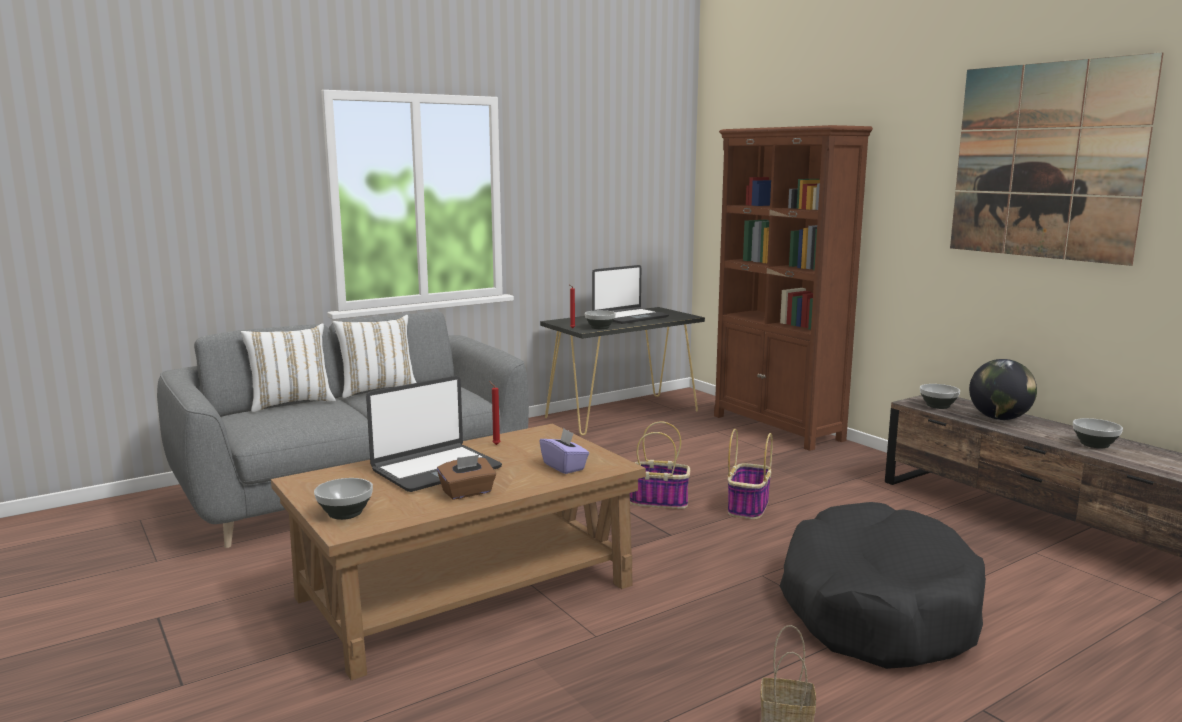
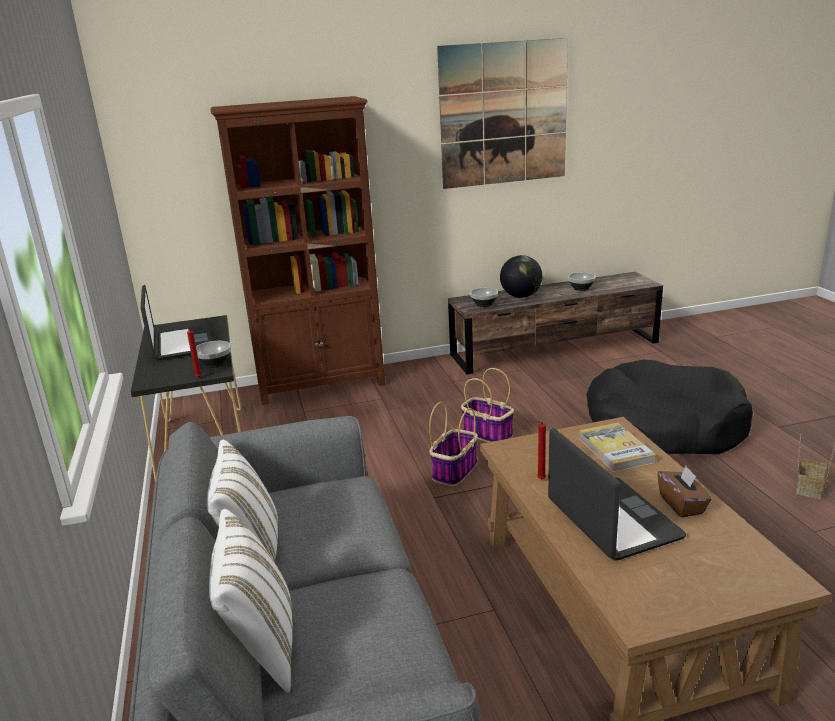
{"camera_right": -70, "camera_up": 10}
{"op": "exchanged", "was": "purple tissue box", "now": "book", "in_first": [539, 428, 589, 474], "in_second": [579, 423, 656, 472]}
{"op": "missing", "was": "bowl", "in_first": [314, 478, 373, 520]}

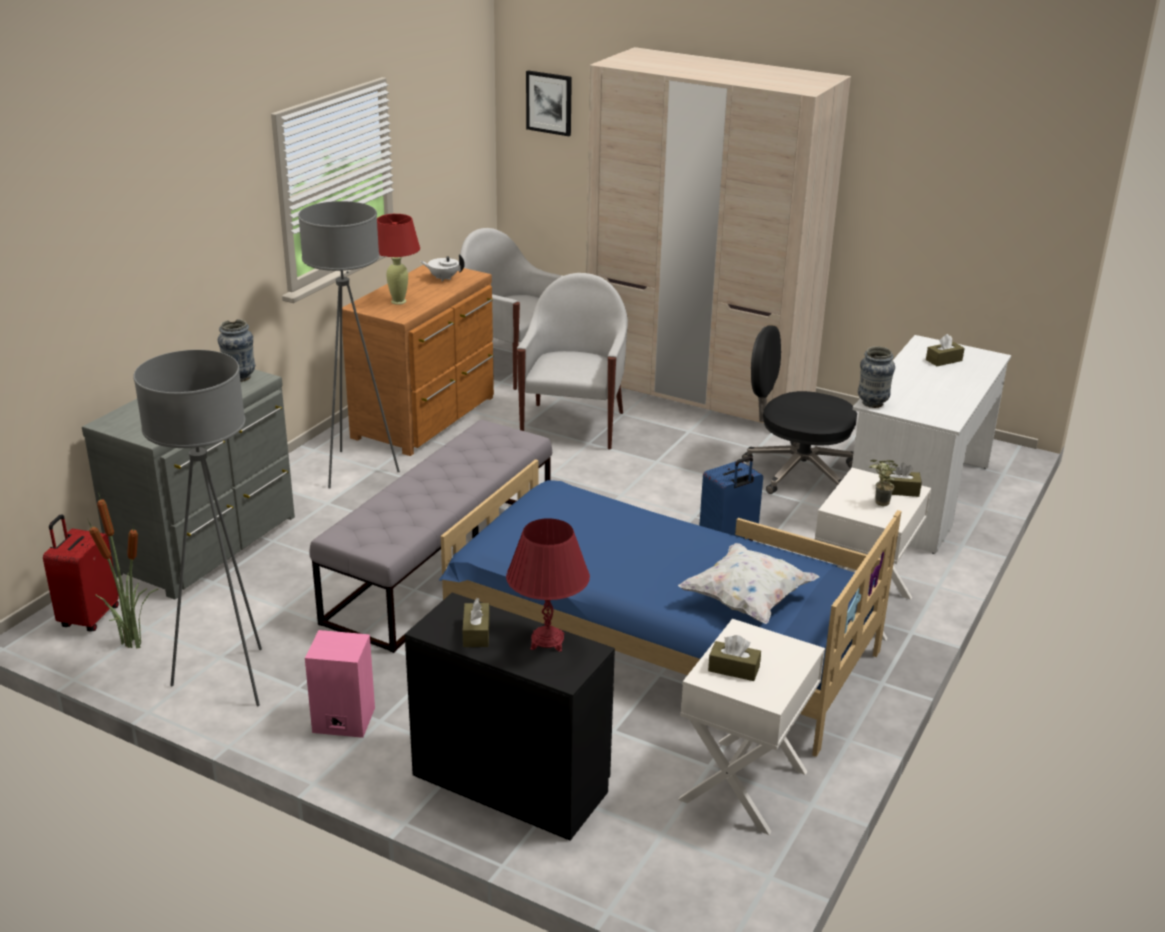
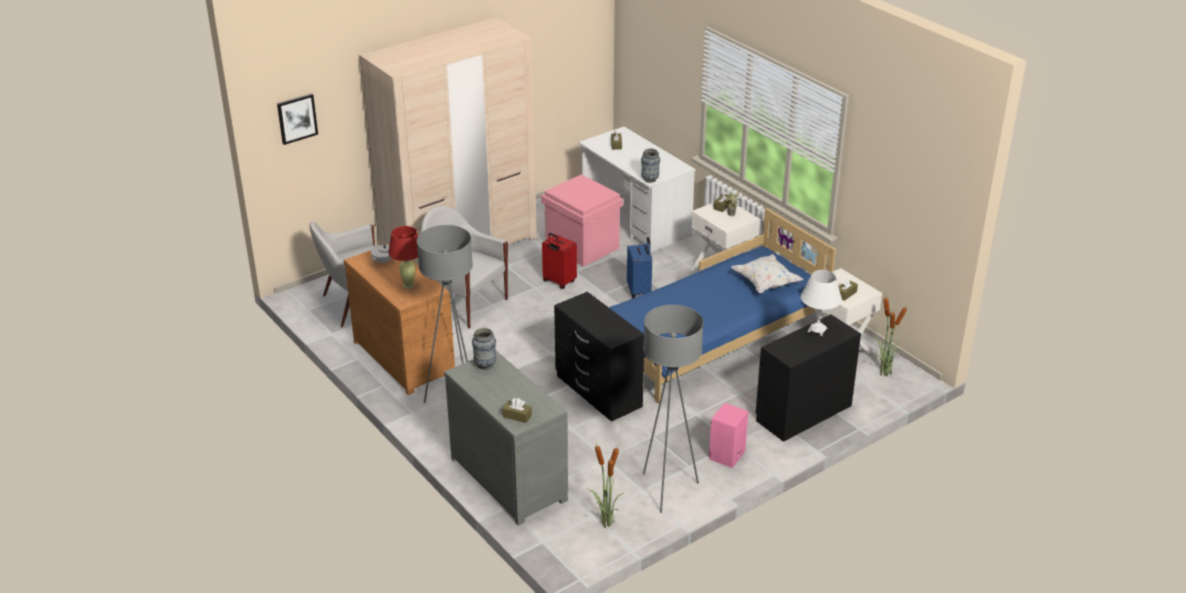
{"camera_right": -65, "camera_up": 5}
{"op": "relocated", "was": "brown tissue box", "in_first": [463, 598, 490, 647], "in_second": [502, 398, 532, 423]}
{"op": "exchanged", "was": "black office chair", "now": "pink storage box", "in_first": [742, 325, 857, 494], "in_second": [541, 174, 623, 267]}
{"op": "relocated", "was": "red suitcase", "in_first": [43, 514, 119, 631], "in_second": [542, 233, 577, 289]}
{"op": "exchanged", "was": "grey bench", "now": "black dresser", "in_first": [310, 420, 552, 653], "in_second": [554, 292, 644, 422]}
{"op": "colour", "was": "red table lamp", "now": "white table lamp", "in_first": [506, 518, 590, 652], "in_second": [801, 270, 842, 336]}
{"op": "appeared", "now": "potted plant", "in_second": [874, 296, 908, 376]}

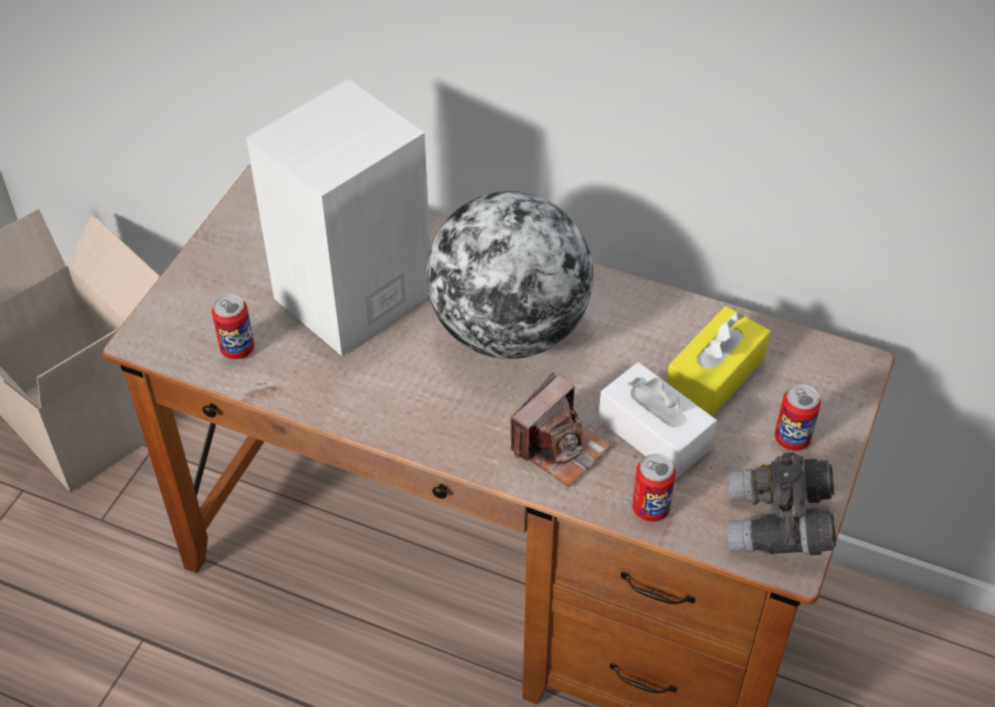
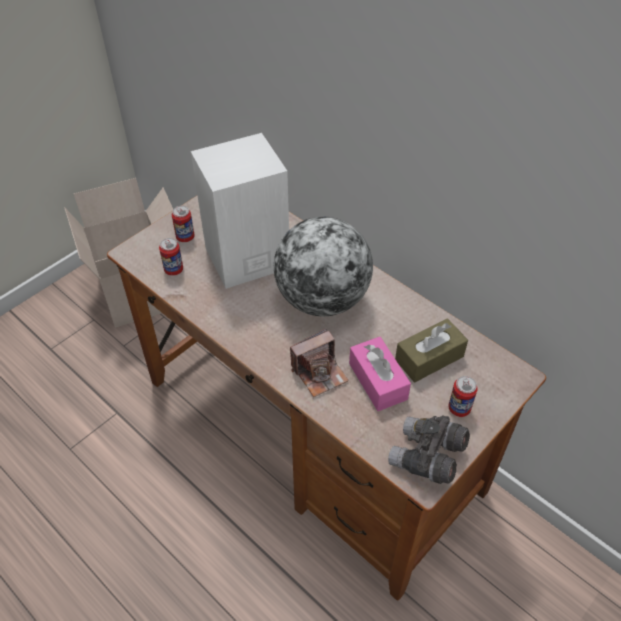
{"camera_right": 20, "camera_up": 0}
{"op": "relocated", "was": "can", "in_first": [632, 454, 676, 522], "in_second": [172, 206, 195, 242]}
{"op": "colour", "was": "white tissue box", "now": "pink tissue box", "in_first": [598, 362, 717, 479], "in_second": [349, 337, 411, 411]}
{"op": "colour", "was": "yellow tissue box", "now": "brown tissue box", "in_first": [666, 306, 771, 417], "in_second": [395, 318, 468, 382]}

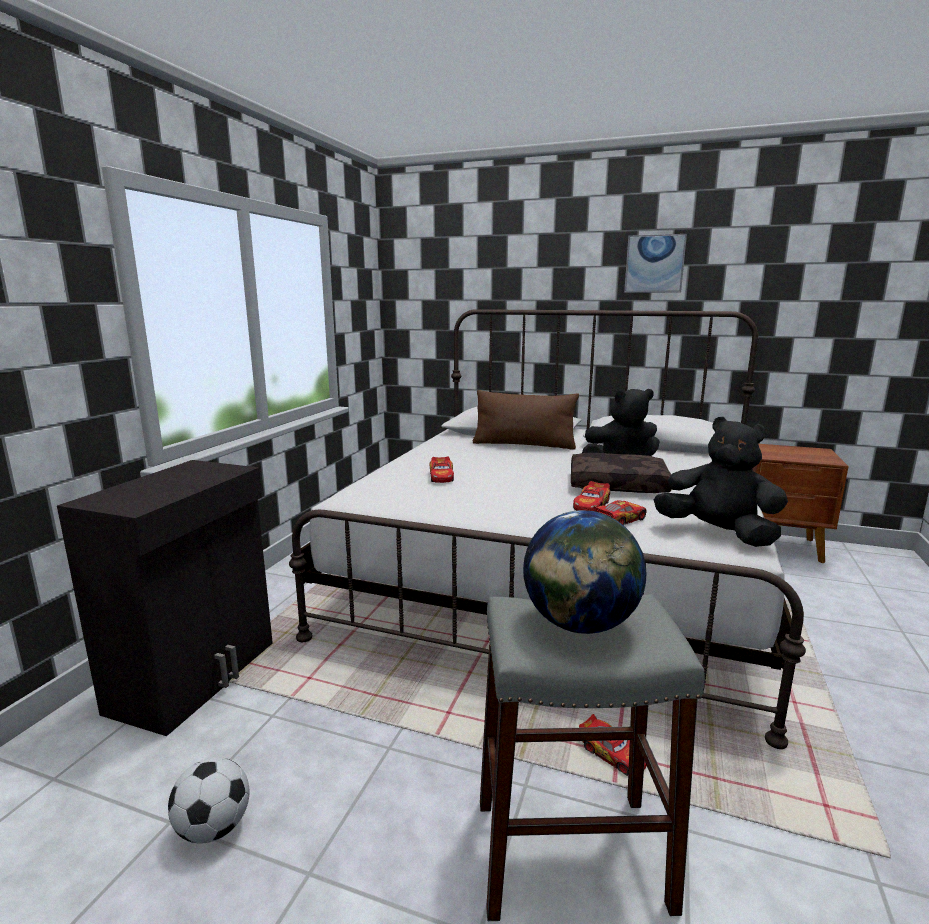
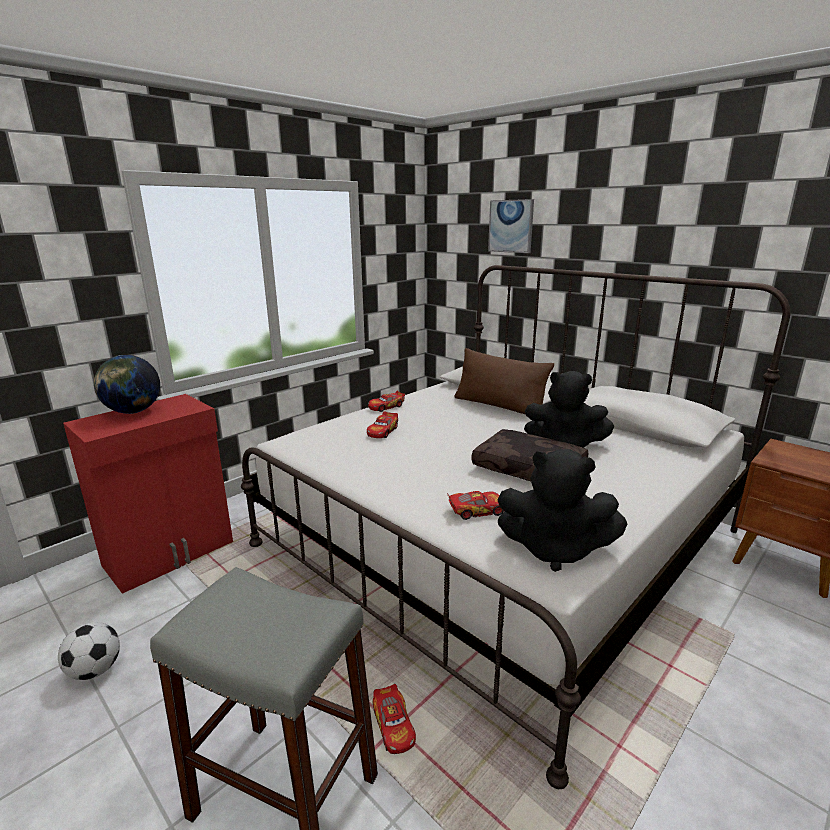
{"camera_right": 25, "camera_up": 5}
{"op": "colour", "was": "black cabinet", "now": "red cabinet", "in_first": [57, 460, 273, 736], "in_second": [63, 394, 233, 594]}
{"op": "relocated", "was": "globe", "in_first": [523, 510, 646, 634], "in_second": [94, 355, 160, 414]}
{"op": "relocated", "was": "toy car", "in_first": [573, 481, 610, 511], "in_second": [368, 391, 405, 412]}
{"op": "relocated", "was": "picture", "in_first": [624, 234, 687, 293], "in_second": [488, 199, 534, 253]}
{"op": "spun", "was": "black plush toy", "in_first": [654, 417, 788, 547], "in_second": [498, 449, 627, 572], "clockwise": 135}

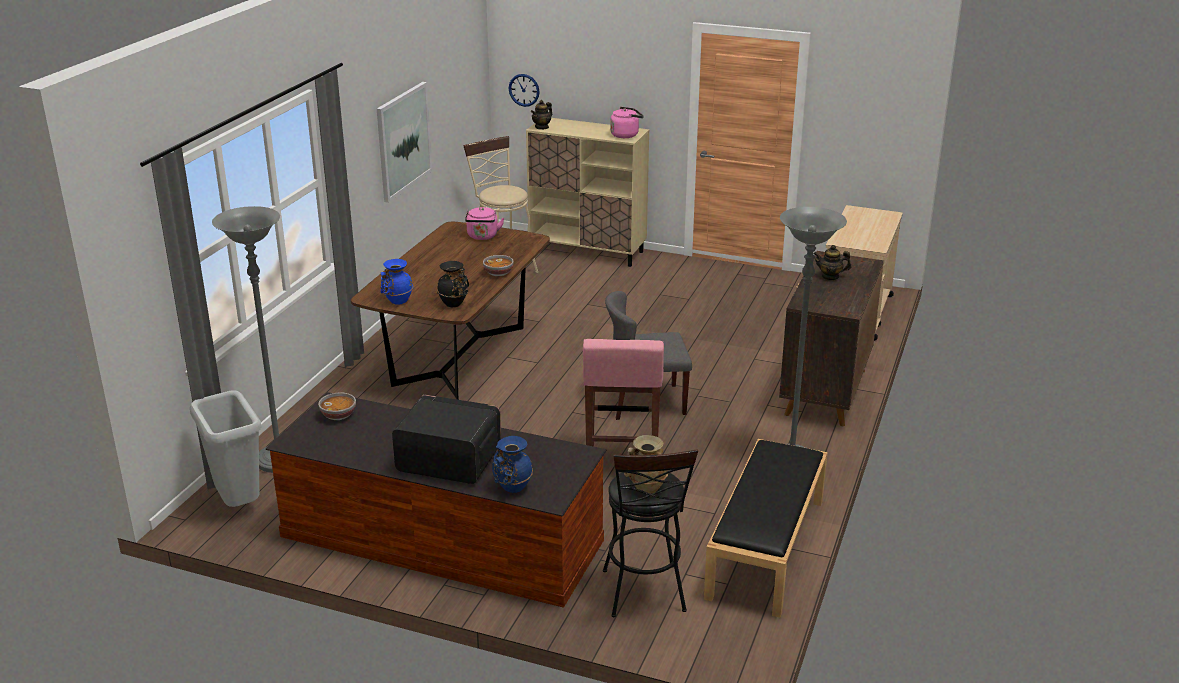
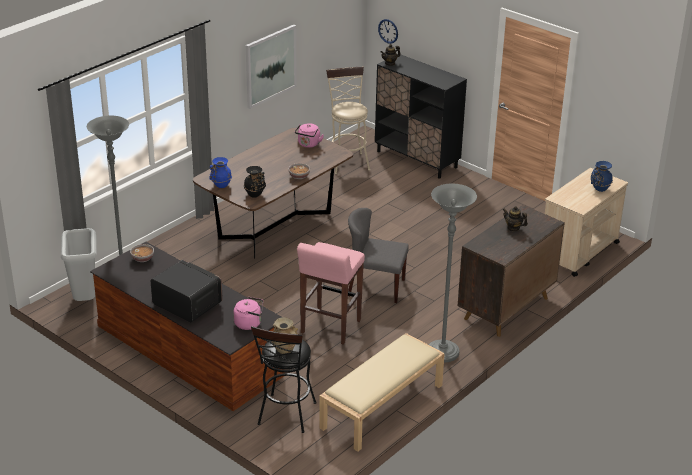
{"camera_right": 20, "camera_up": 5}
{"op": "relocated", "was": "pink kettle", "in_first": [610, 107, 644, 138], "in_second": [234, 297, 263, 330]}
{"op": "colour", "was": "black bench", "now": "beige bench", "in_first": [704, 439, 828, 618], "in_second": [319, 333, 445, 452]}
{"op": "colour", "was": "beige cabinet", "now": "black cabinet", "in_first": [526, 118, 649, 267], "in_second": [375, 55, 467, 179]}
{"op": "relocated", "was": "blue vase", "in_first": [492, 436, 533, 493], "in_second": [591, 161, 613, 192]}

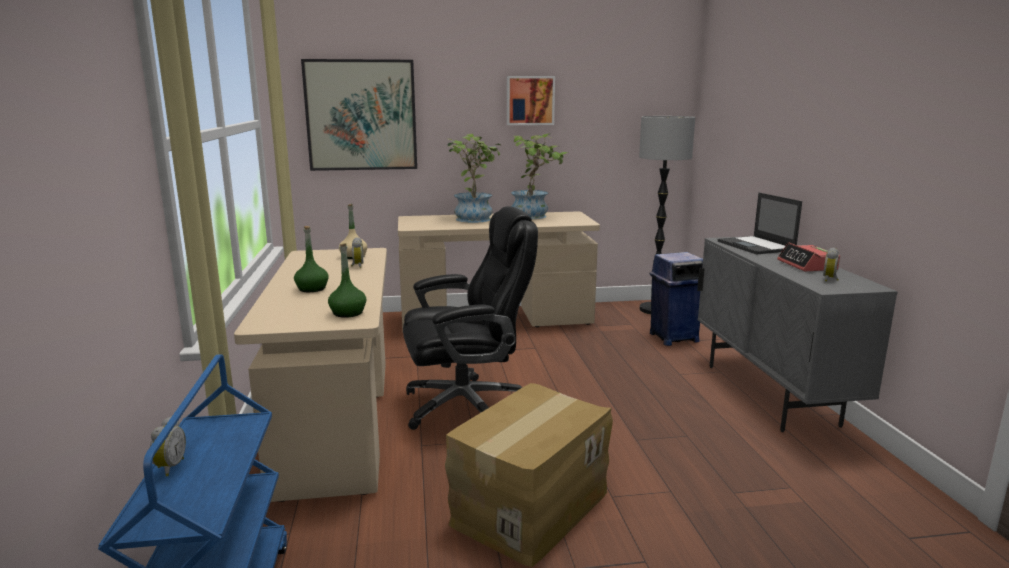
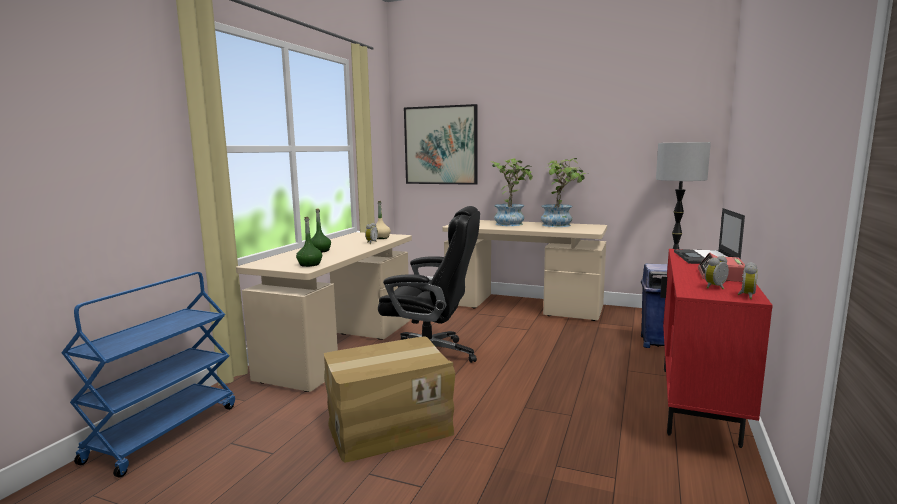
{"camera_right": 30, "camera_up": -5}
{"op": "colour", "was": "grey cabinet", "now": "red cabinet", "in_first": [697, 237, 898, 432], "in_second": [660, 249, 773, 448]}
{"op": "relocated", "was": "alarm clock", "in_first": [150, 416, 186, 476], "in_second": [737, 262, 758, 299]}
{"op": "missing", "was": "picture", "in_first": [507, 76, 555, 125]}

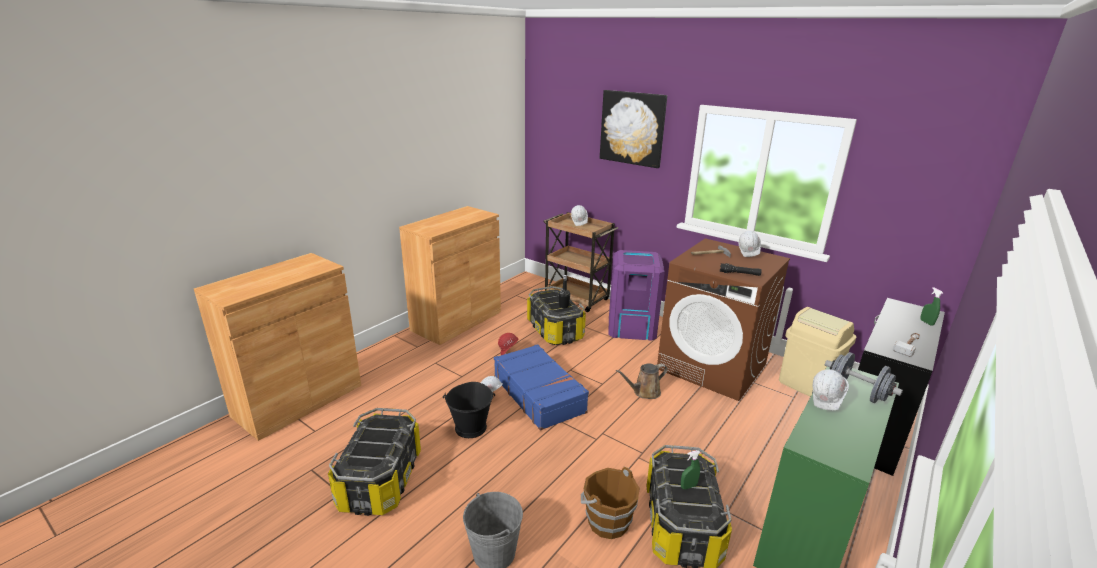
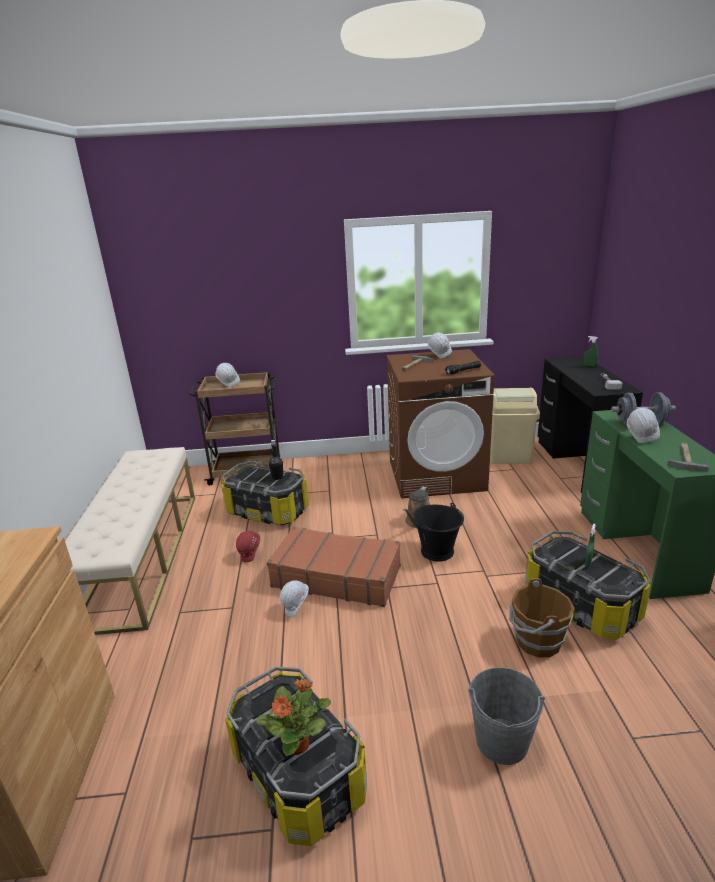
{"camera_right": -40, "camera_up": 0}
{"op": "exchanged", "was": "brown cabinet", "now": "beige bench", "in_first": [399, 206, 501, 345], "in_second": [65, 447, 195, 635]}
{"op": "appeared", "now": "potted plant", "in_second": [256, 679, 331, 756]}
{"op": "colour", "was": "blue suitcase", "now": "brown suitcase", "in_first": [494, 344, 589, 431], "in_second": [267, 527, 401, 607]}
{"op": "relocated", "was": "black bucket", "in_first": [443, 382, 495, 438], "in_second": [414, 503, 464, 562]}
{"op": "appeared", "now": "hammer", "in_second": [667, 443, 709, 471]}
{"op": "missing", "was": "picture", "in_first": [600, 90, 667, 168]}
{"op": "missing", "was": "purple trash can", "in_first": [608, 250, 665, 341]}

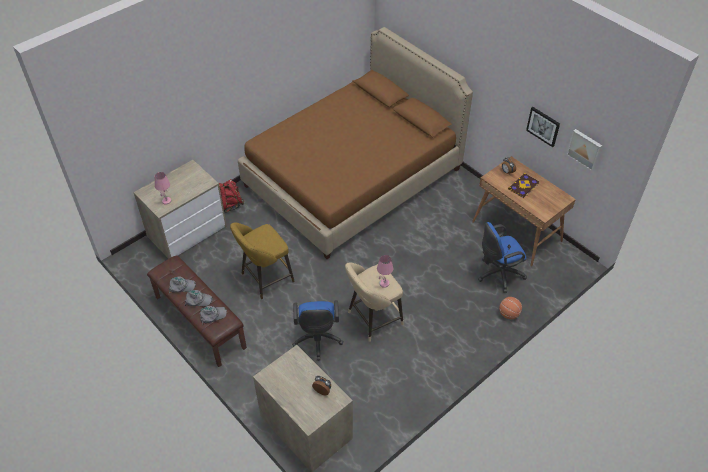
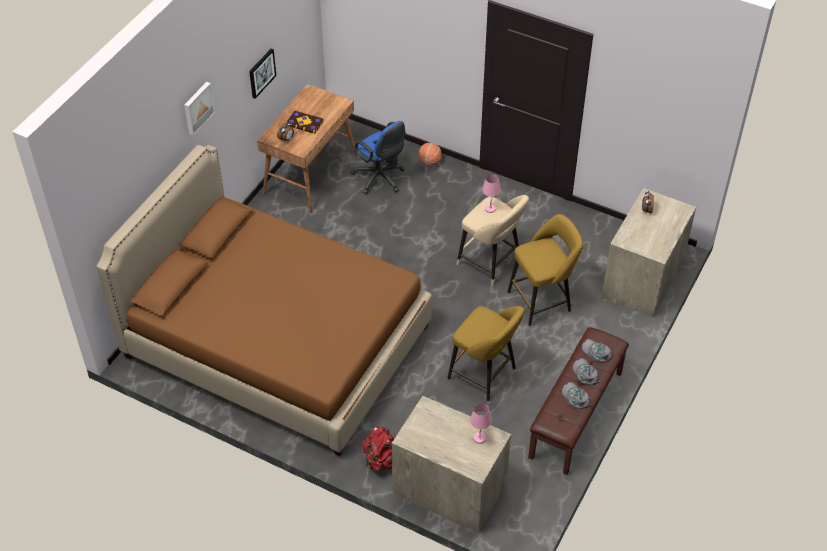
{"camera_right": -110, "camera_up": 0}
{"op": "relocated", "was": "picture", "in_first": [566, 129, 602, 171], "in_second": [184, 82, 215, 136]}
{"op": "exchanged", "was": "blue office chair", "now": "yellow stool", "in_first": [292, 300, 343, 361], "in_second": [507, 214, 583, 326]}

